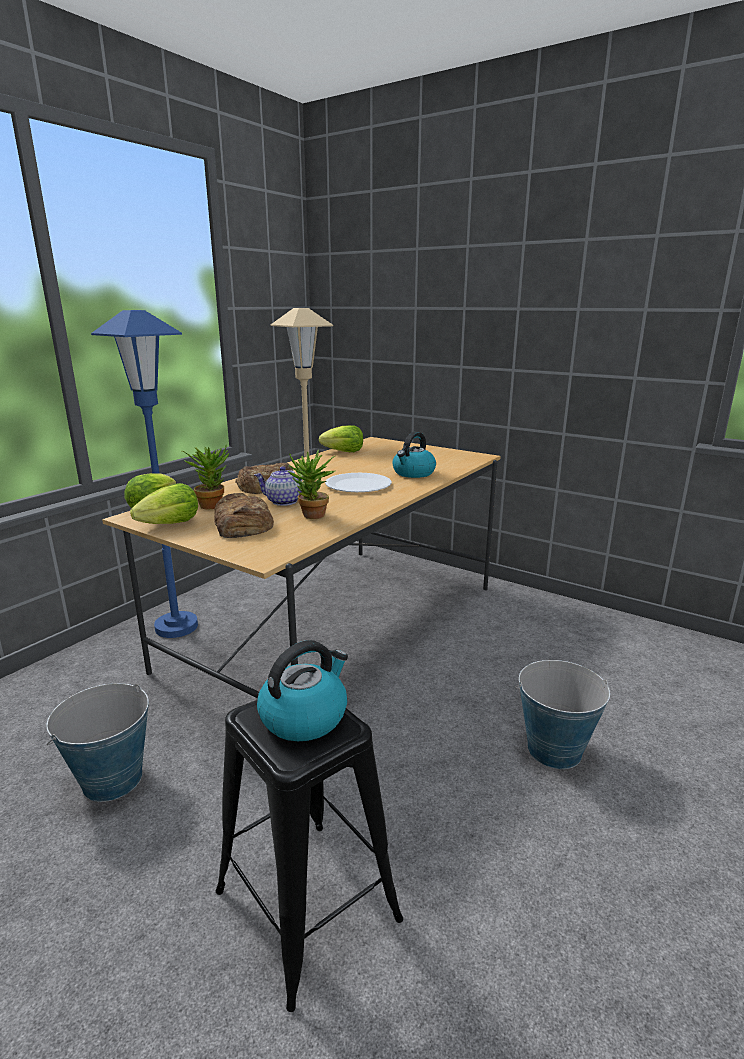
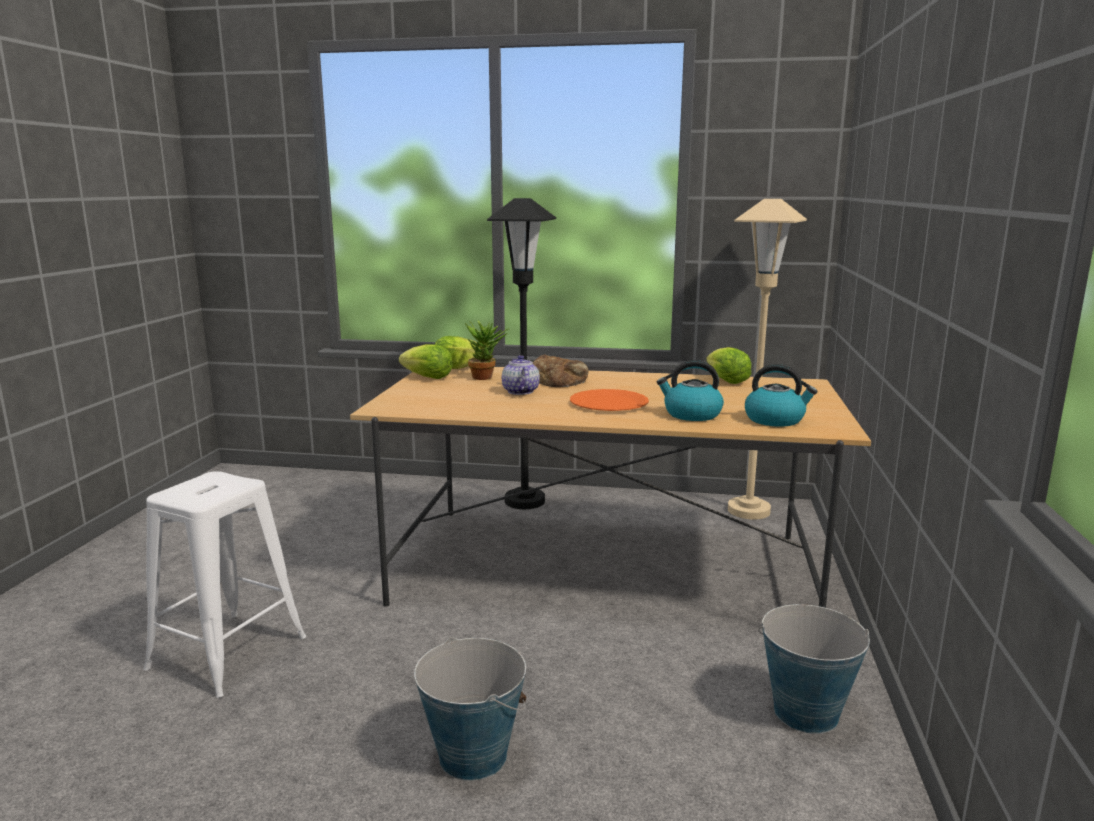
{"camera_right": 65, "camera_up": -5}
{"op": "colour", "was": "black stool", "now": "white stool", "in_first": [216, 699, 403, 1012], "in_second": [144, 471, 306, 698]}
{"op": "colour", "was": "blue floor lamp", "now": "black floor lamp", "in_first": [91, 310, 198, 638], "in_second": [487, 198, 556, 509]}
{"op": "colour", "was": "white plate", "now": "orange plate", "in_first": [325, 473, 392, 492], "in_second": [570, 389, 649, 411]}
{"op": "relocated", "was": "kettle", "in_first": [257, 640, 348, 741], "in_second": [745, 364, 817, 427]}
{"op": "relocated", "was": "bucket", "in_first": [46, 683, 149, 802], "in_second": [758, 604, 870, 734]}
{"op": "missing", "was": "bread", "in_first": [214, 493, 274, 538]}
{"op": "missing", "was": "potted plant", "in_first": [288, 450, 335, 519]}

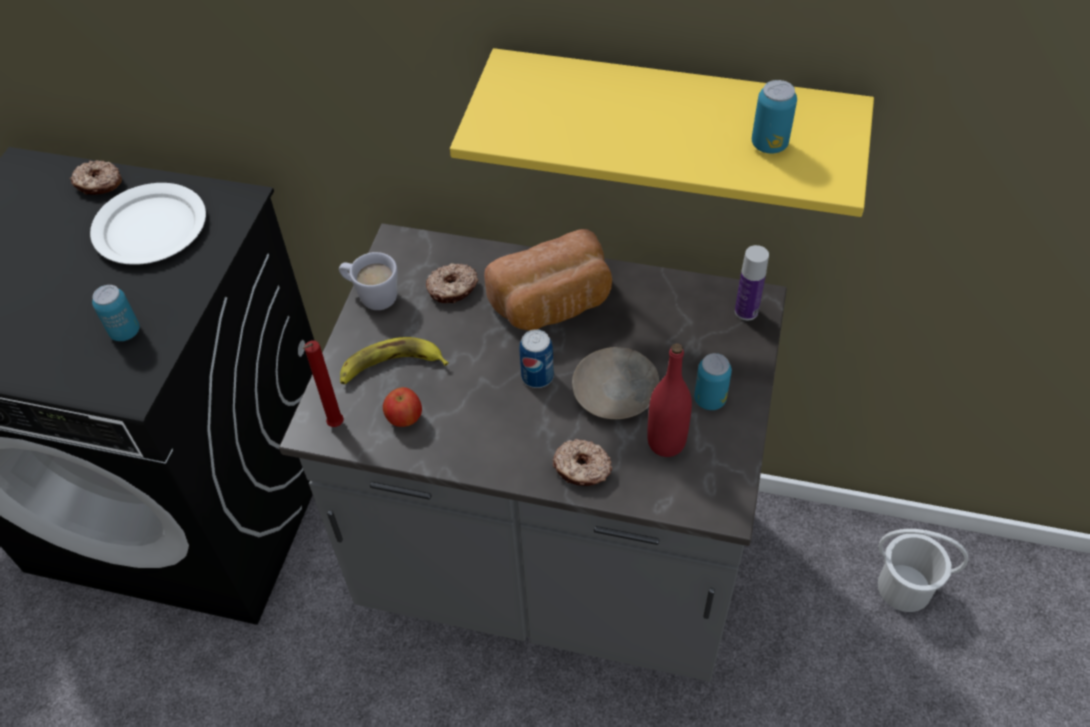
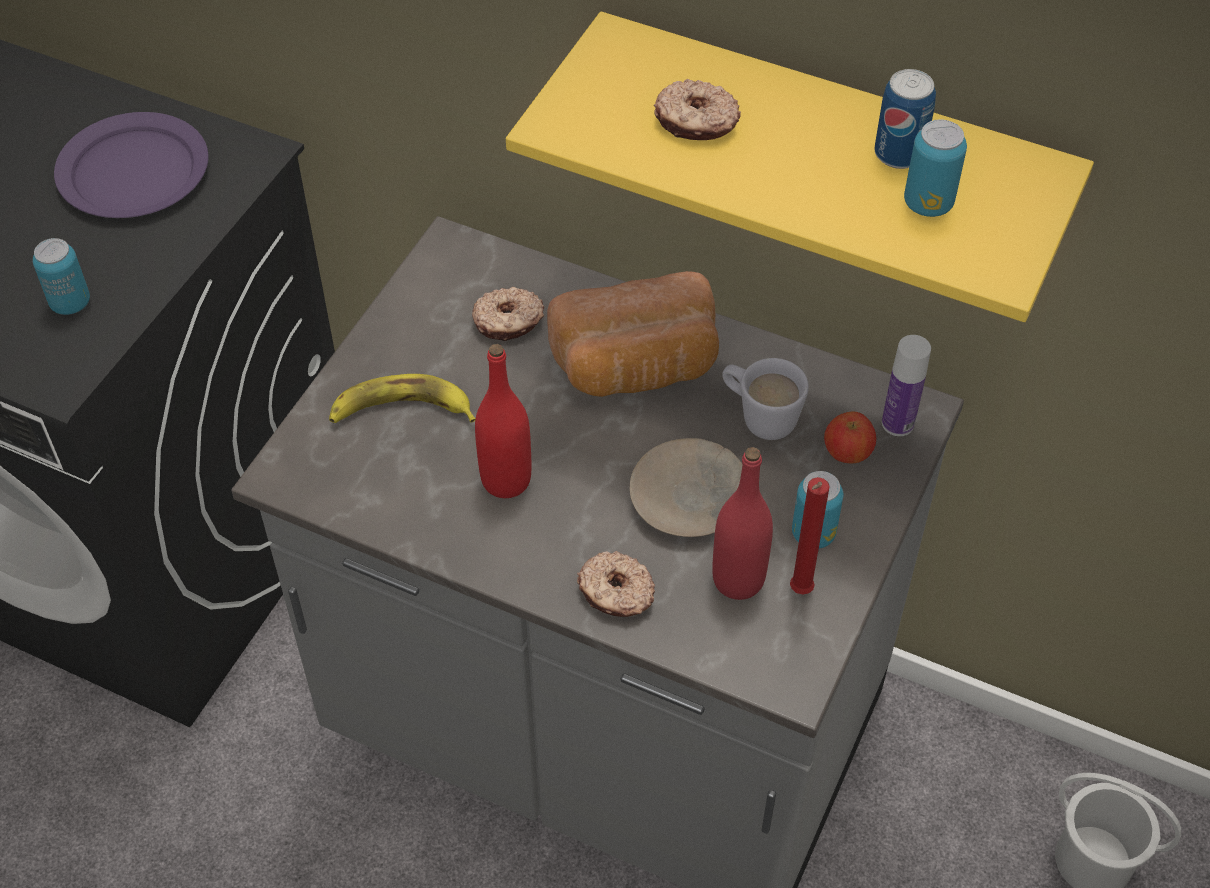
{"camera_right": 10, "camera_up": 0}
{"op": "colour", "was": "white plate", "now": "purple plate", "in_first": [90, 183, 206, 265], "in_second": [54, 112, 209, 218]}
{"op": "appeared", "now": "red bottle", "in_second": [475, 344, 532, 498]}
{"op": "relocated", "was": "donut", "in_first": [69, 160, 122, 195], "in_second": [654, 79, 741, 140]}
{"op": "relocated", "was": "white mug", "in_first": [339, 252, 398, 310], "in_second": [722, 358, 809, 440]}
{"op": "relocated", "was": "red candle", "in_first": [302, 340, 344, 427], "in_second": [790, 477, 830, 595]}
{"op": "relocated", "was": "apple", "in_first": [383, 387, 422, 427], "in_second": [824, 412, 876, 463]}
{"op": "relocated", "was": "can", "in_first": [519, 329, 554, 388], "in_second": [874, 69, 936, 169]}

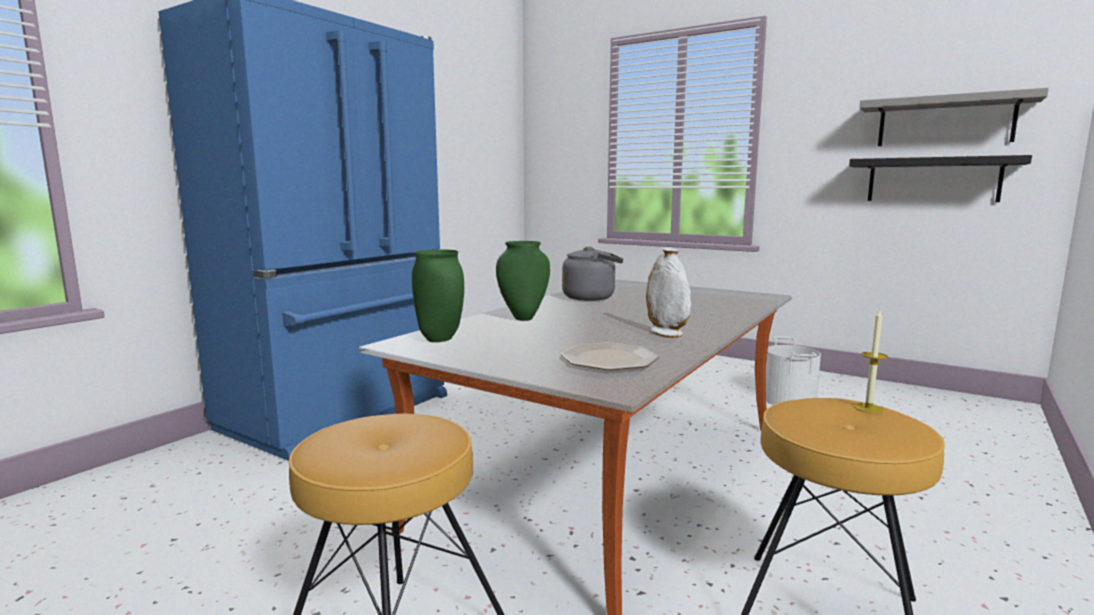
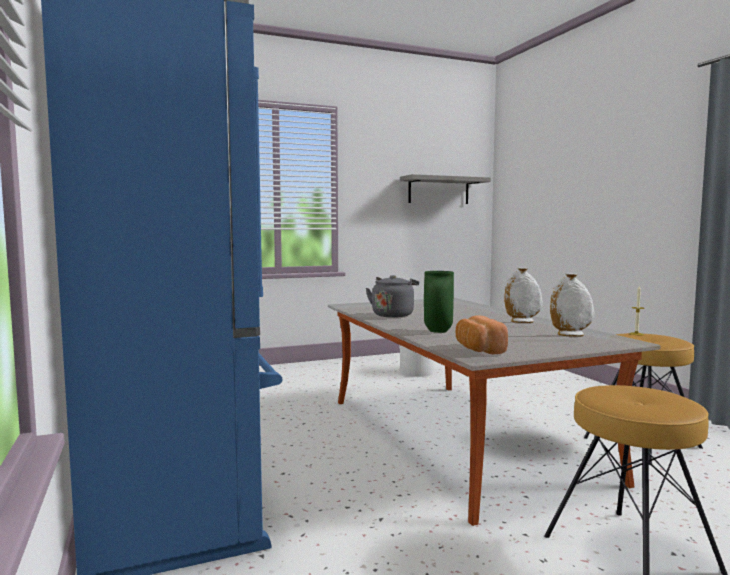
{"camera_right": -55, "camera_up": -5}
{"op": "exchanged", "was": "green vase", "now": "bread", "in_first": [412, 249, 464, 342], "in_second": [456, 315, 508, 354]}
{"op": "exchanged", "was": "plate", "now": "white vase", "in_first": [561, 342, 659, 370], "in_second": [550, 273, 595, 337]}
{"op": "missing", "was": "black shelf", "in_first": [849, 155, 1032, 202]}

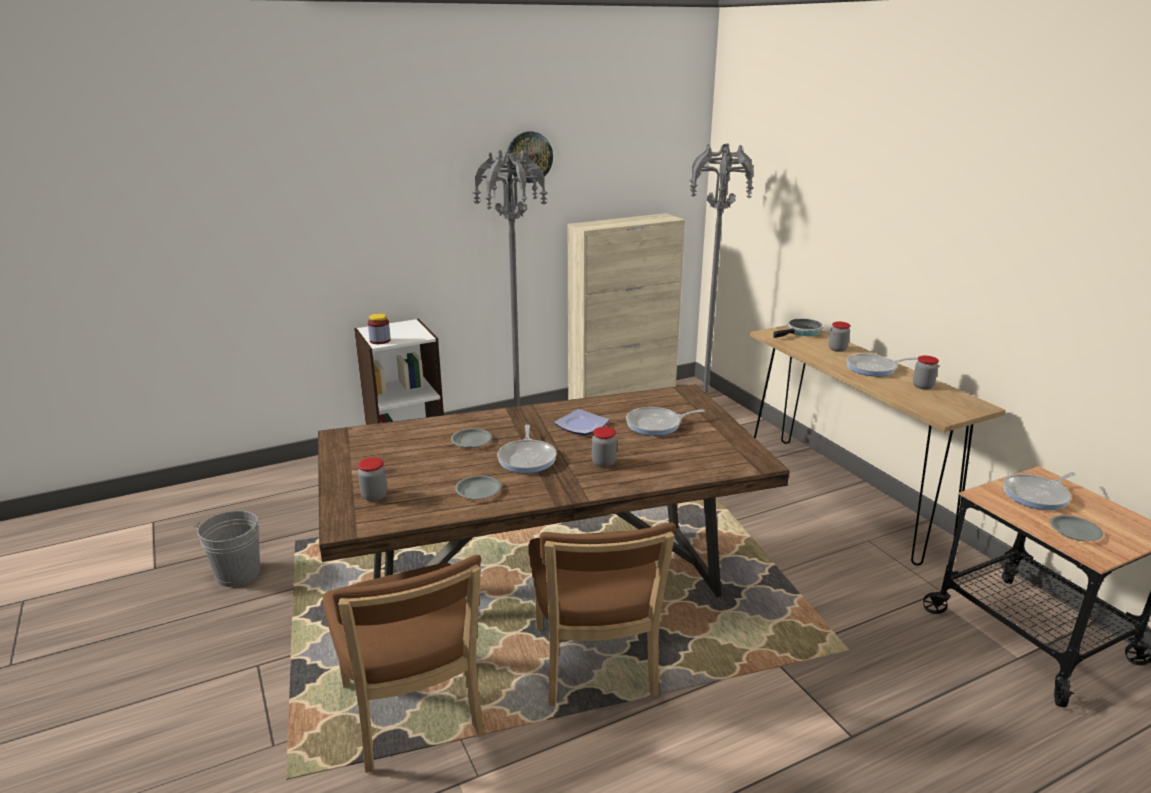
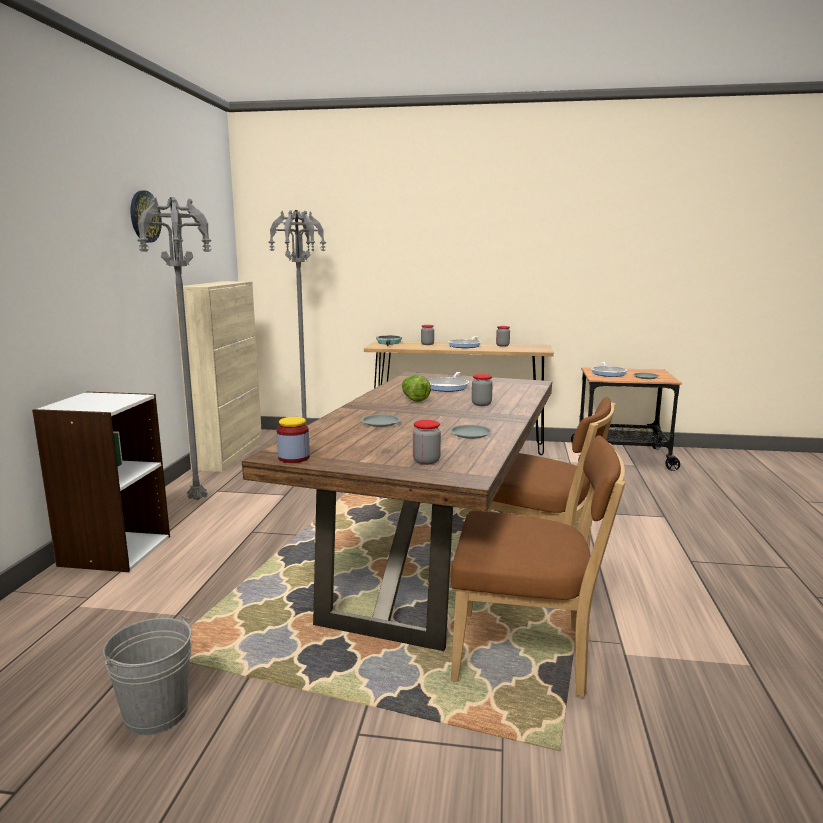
{"camera_right": -55, "camera_up": -10}
{"op": "relocated", "was": "jar", "in_first": [368, 313, 391, 344], "in_second": [277, 417, 310, 463]}
{"op": "exchanged", "was": "plate", "now": "lettuce", "in_first": [554, 409, 610, 435], "in_second": [402, 375, 431, 402]}
{"op": "missing", "was": "frying pan", "in_first": [497, 424, 557, 473]}

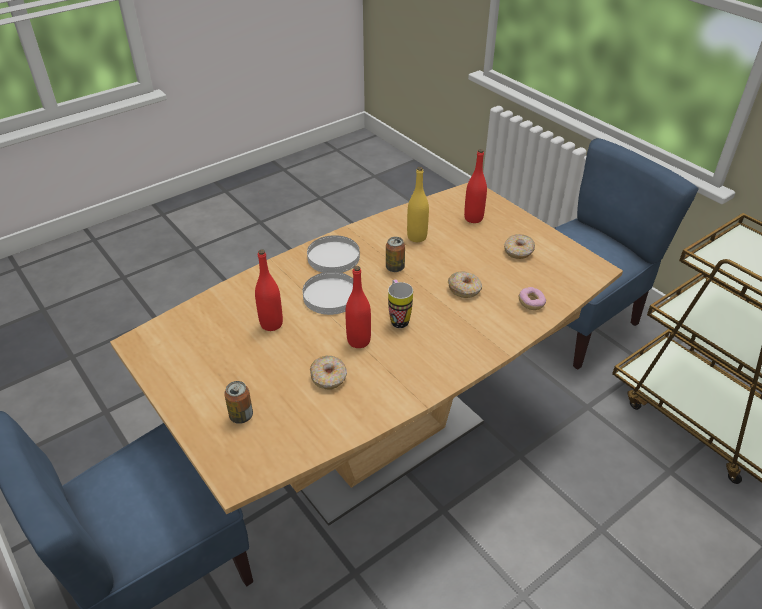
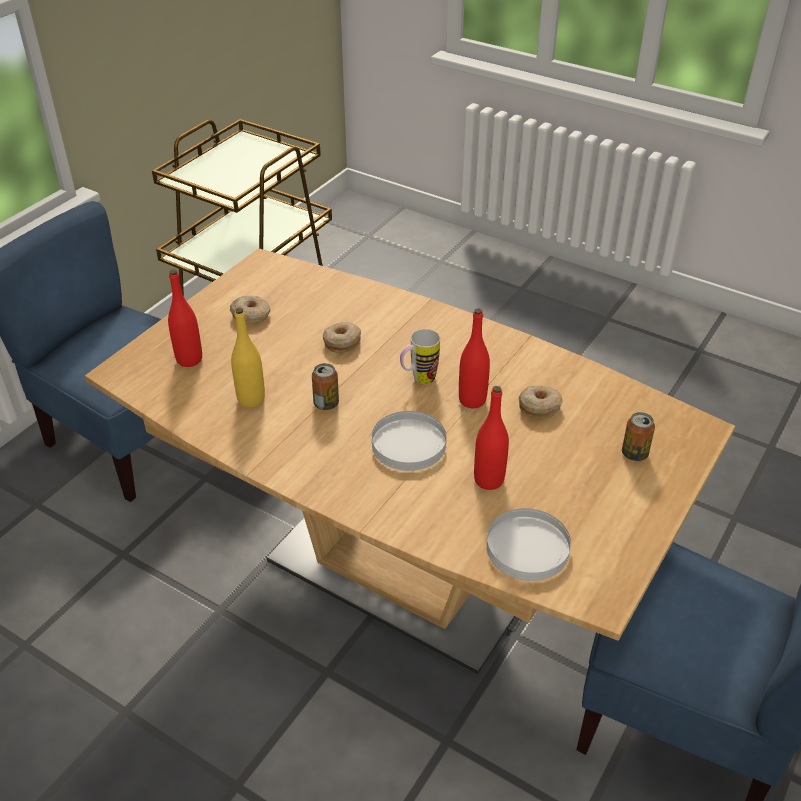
{"camera_right": -110, "camera_up": 0}
{"op": "relocated", "was": "white plate", "in_first": [307, 235, 360, 273], "in_second": [486, 508, 571, 581]}
{"op": "missing", "was": "donut", "in_first": [518, 287, 546, 310]}

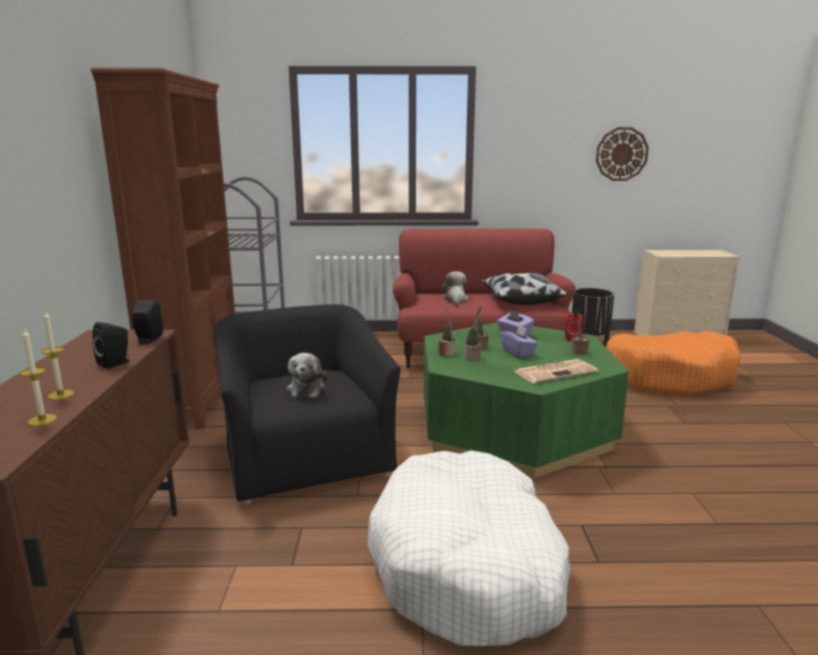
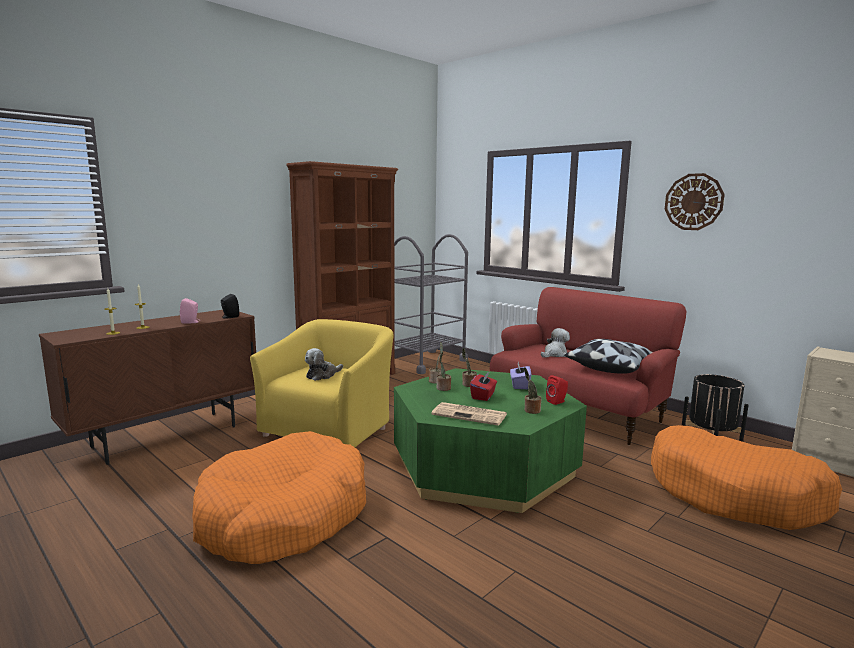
{"camera_right": 45, "camera_up": -5}
{"op": "colour", "was": "black speaker", "now": "pink speaker", "in_first": [92, 322, 129, 369], "in_second": [180, 298, 199, 324]}
{"op": "colour", "was": "white dog bed", "now": "orange dog bed", "in_first": [367, 450, 571, 646], "in_second": [192, 431, 366, 564]}
{"op": "colour", "was": "black armchair", "now": "yellow armchair", "in_first": [213, 305, 401, 506], "in_second": [250, 319, 394, 447]}
{"op": "colour", "was": "purple tissue box", "now": "red tissue box", "in_first": [500, 324, 538, 358], "in_second": [470, 371, 497, 401]}
{"op": "relocated", "was": "wall clock", "in_first": [596, 127, 649, 181], "in_second": [665, 173, 725, 230]}

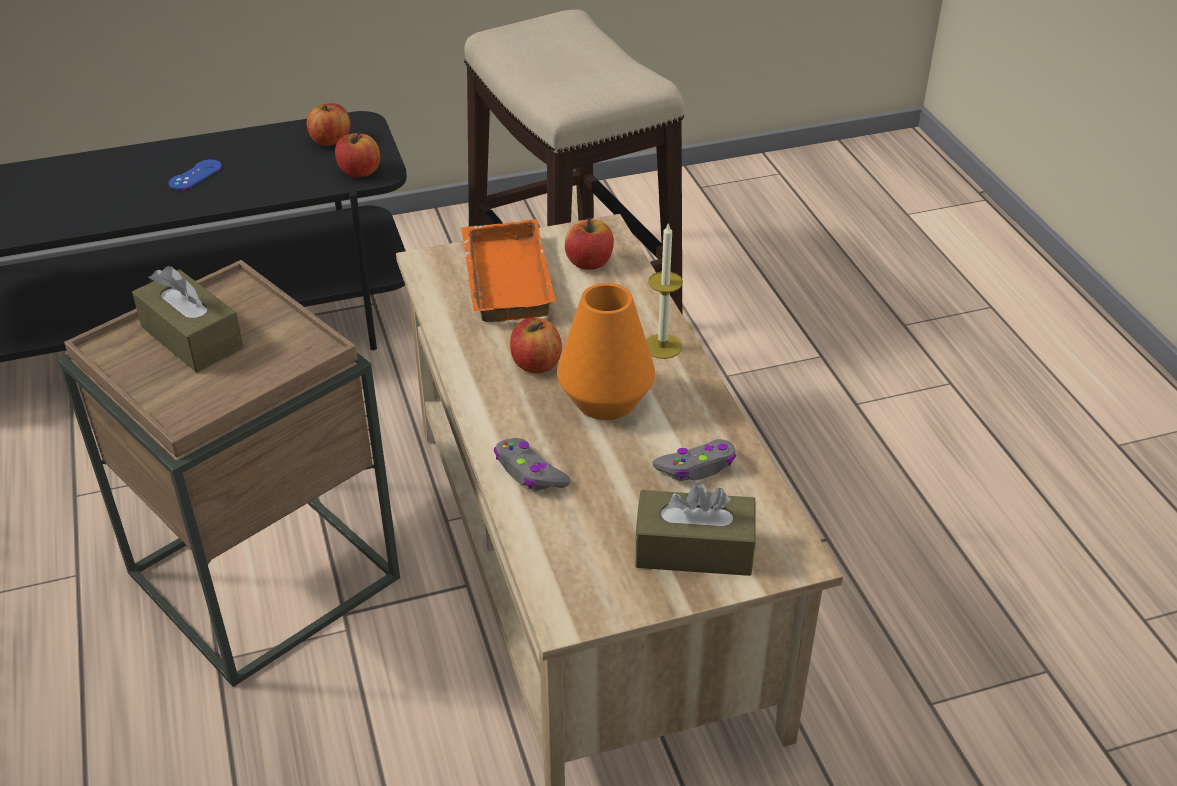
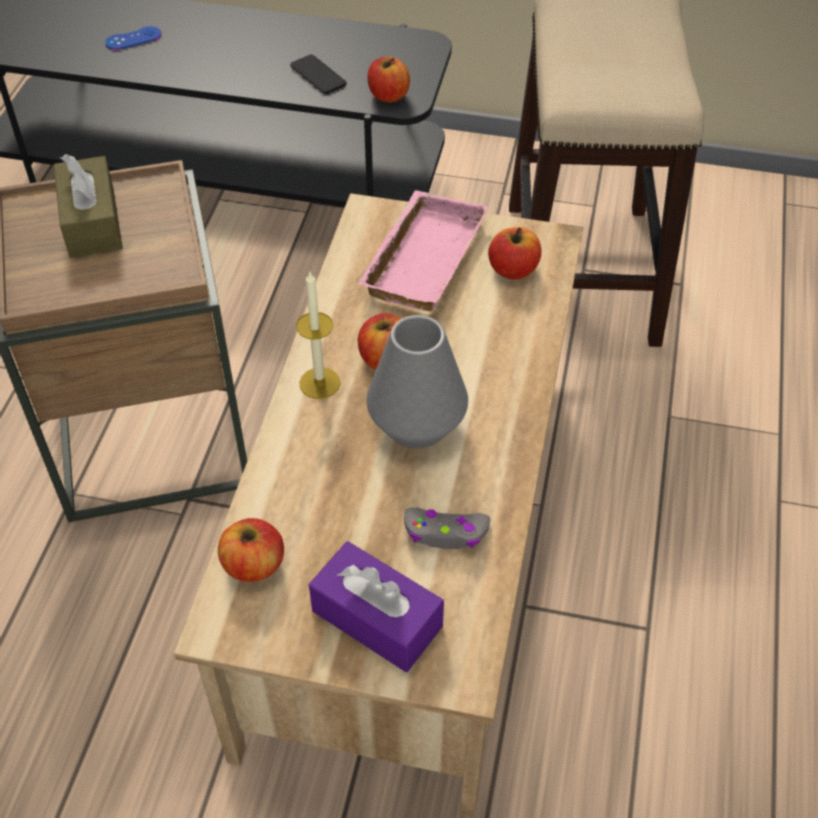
{"camera_right": 30, "camera_up": 10}
{"op": "relocated", "was": "blue game controller", "in_first": [169, 159, 222, 190], "in_second": [105, 26, 161, 50]}
{"op": "relocated", "was": "apple", "in_first": [306, 103, 351, 146], "in_second": [218, 518, 284, 582]}
{"op": "appeared", "now": "phone", "in_second": [290, 54, 347, 94]}
{"op": "relocated", "was": "candle", "in_first": [646, 222, 683, 359], "in_second": [296, 271, 340, 399]}
{"op": "colour", "was": "brown tissue box", "now": "purple tissue box", "in_first": [635, 482, 755, 576], "in_second": [309, 541, 444, 672]}
{"op": "colour", "was": "orange tray", "now": "pink tray", "in_first": [461, 219, 556, 322], "in_second": [358, 190, 488, 312]}
{"op": "colour", "was": "orange vase", "now": "grey vase", "in_first": [557, 283, 655, 420], "in_second": [367, 315, 468, 448]}
{"op": "missing", "was": "grey game controller", "in_first": [494, 438, 571, 491]}

